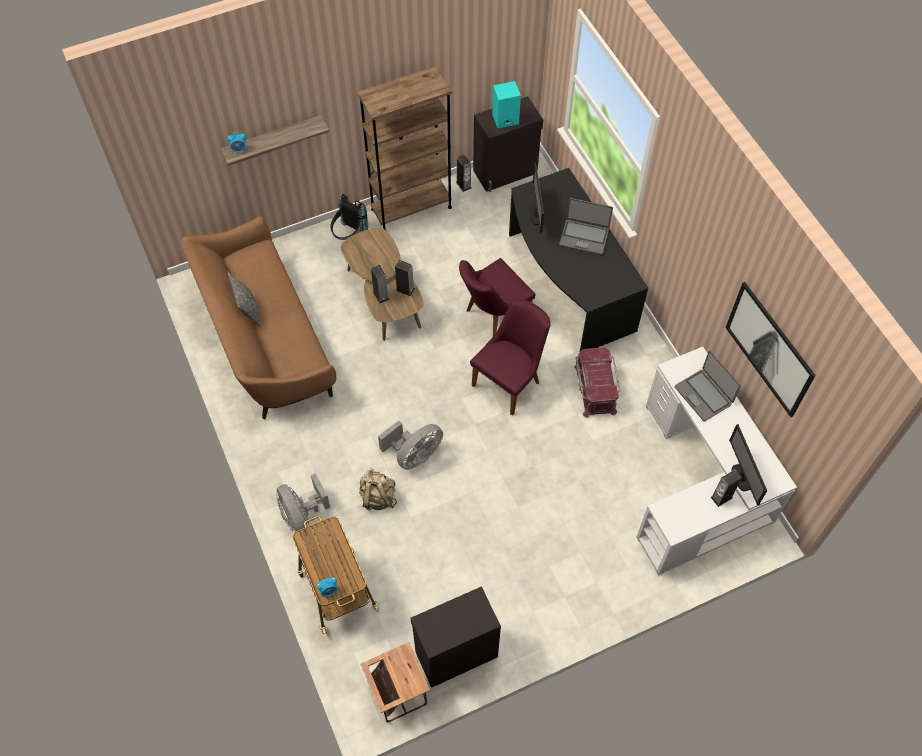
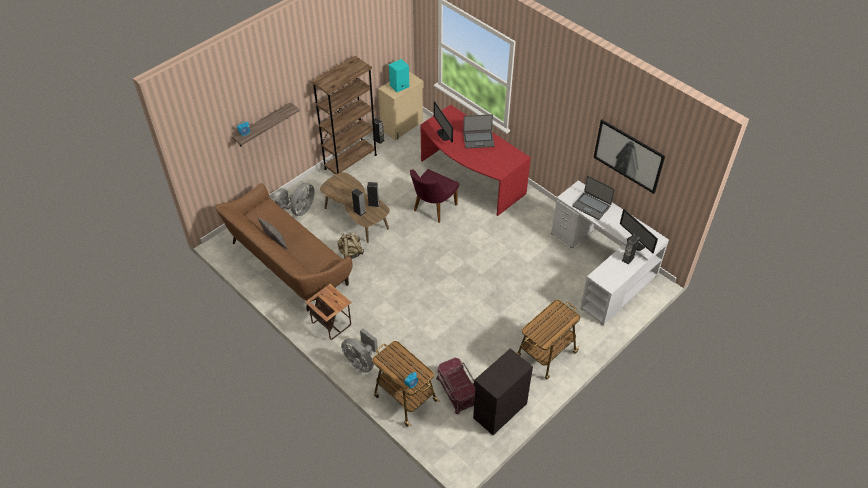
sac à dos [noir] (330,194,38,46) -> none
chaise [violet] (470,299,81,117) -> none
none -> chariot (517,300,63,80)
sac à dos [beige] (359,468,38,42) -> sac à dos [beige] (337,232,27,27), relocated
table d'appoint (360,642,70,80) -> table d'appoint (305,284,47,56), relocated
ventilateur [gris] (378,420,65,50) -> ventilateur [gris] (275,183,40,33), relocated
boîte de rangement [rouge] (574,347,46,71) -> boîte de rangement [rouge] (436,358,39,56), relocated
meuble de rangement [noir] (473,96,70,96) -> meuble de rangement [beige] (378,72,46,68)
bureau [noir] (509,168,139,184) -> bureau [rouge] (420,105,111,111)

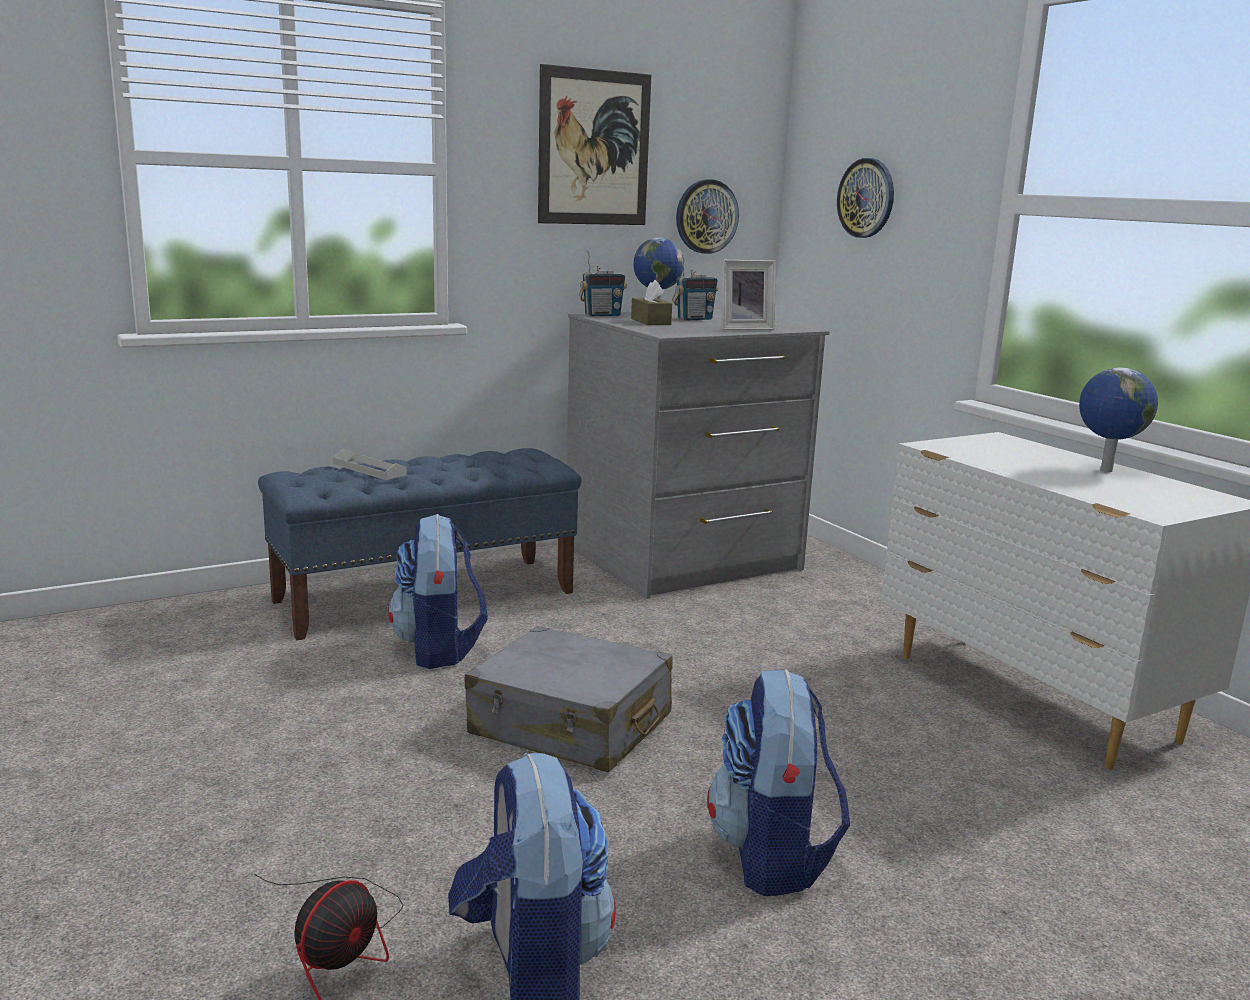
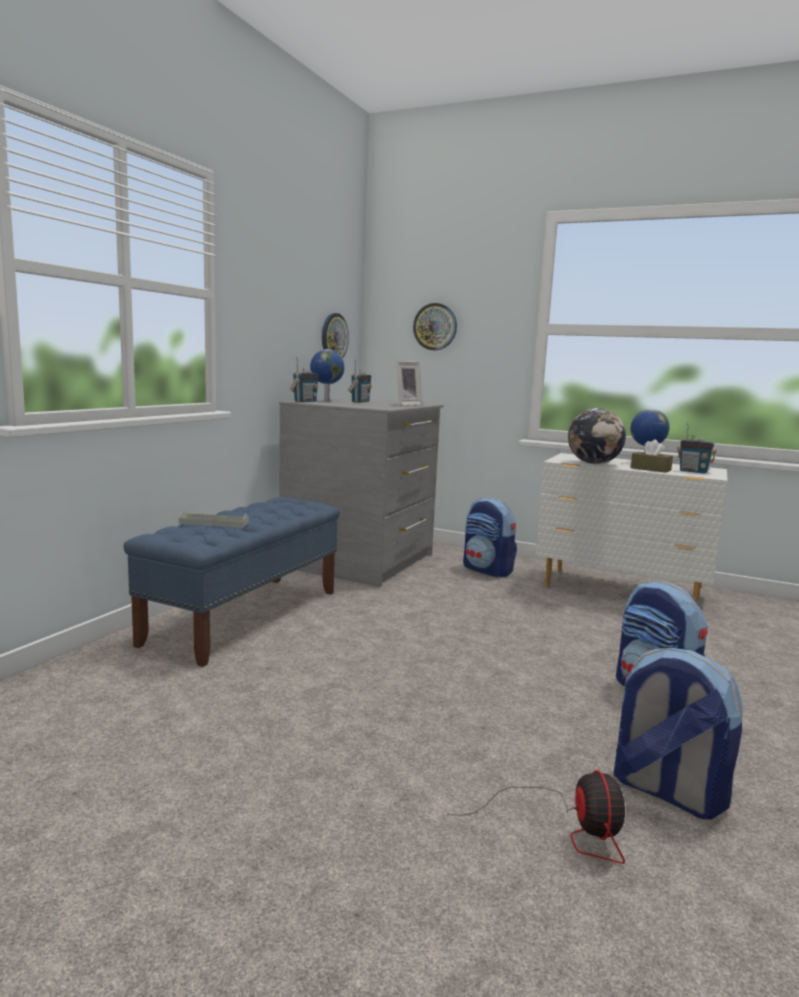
valise [gris] (465,626,208,146) -> none
tableau (538,64,113,161) -> none
none -> globe (568,408,58,56)
none -> radio (677,423,39,51)
sac à dos (388,514,100,155) -> sac à dos (463,498,54,79), relocated
boîte à mouchoirs [marron] (631,280,41,45) -> boîte à mouchoirs [marron] (631,439,42,34), relocated

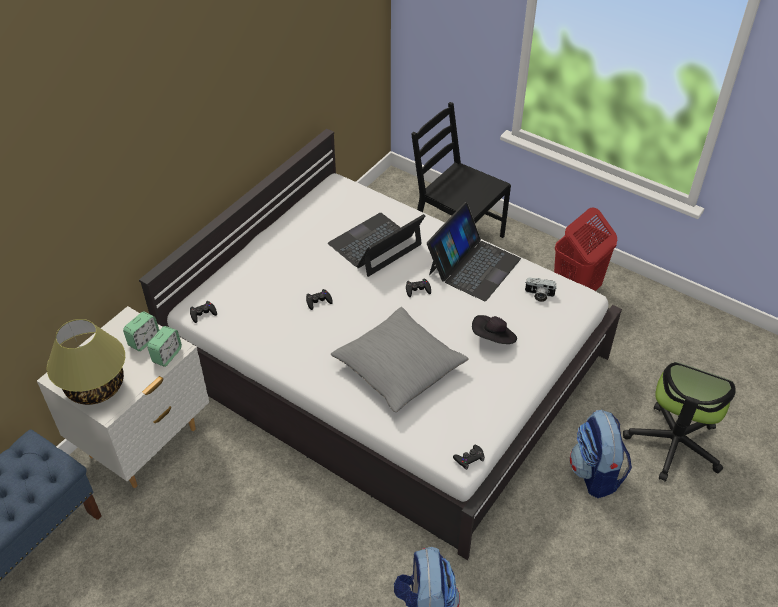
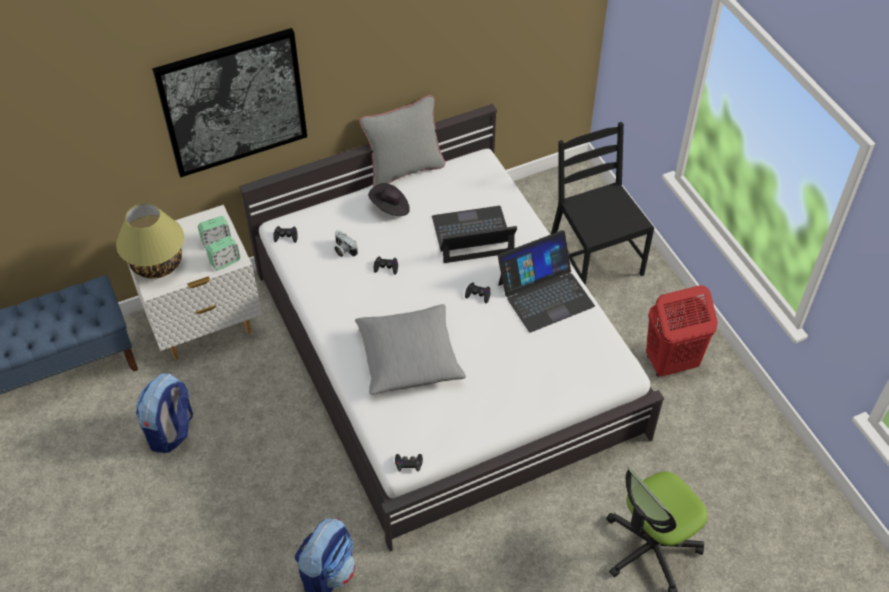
none -> tableau (152,28,155,149)
none -> coussin [gris] (359,95,86,92)
chapeau [noir] (472,315,45,29) -> chapeau [noir] (368,183,42,33), relocated
appareil photo (525,277,32,25) -> appareil photo (335,230,23,27), relocated
sac à dos (570,410,62,88) -> sac à dos (136,373,57,80), relocated

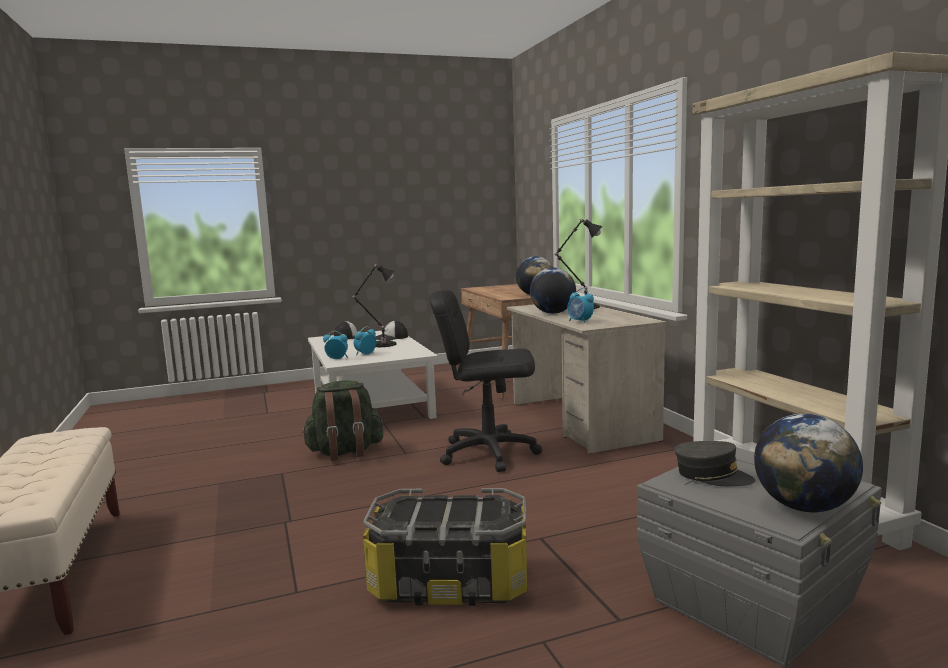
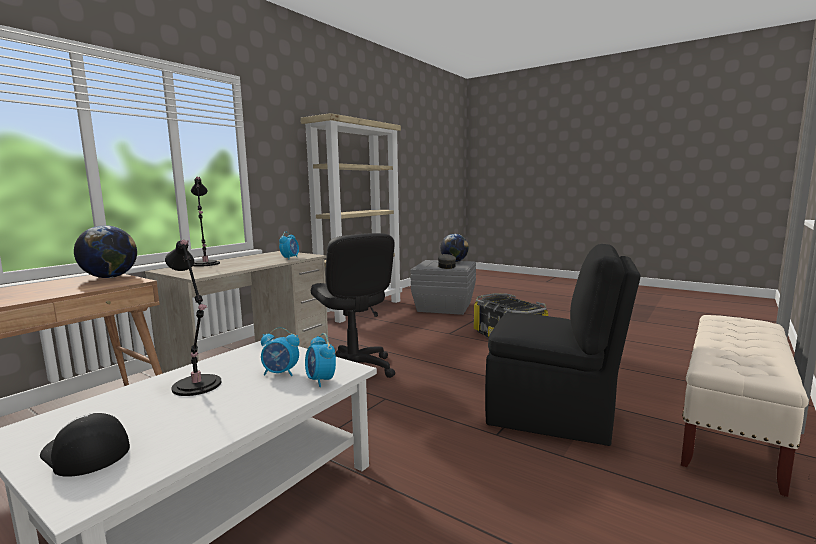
sac à dos [vert] (301,380,82,81) -> none
casquette (375,321,33,20) -> none
globe (530,267,46,47) -> none
none -> chaise [noir] (485,244,156,202)

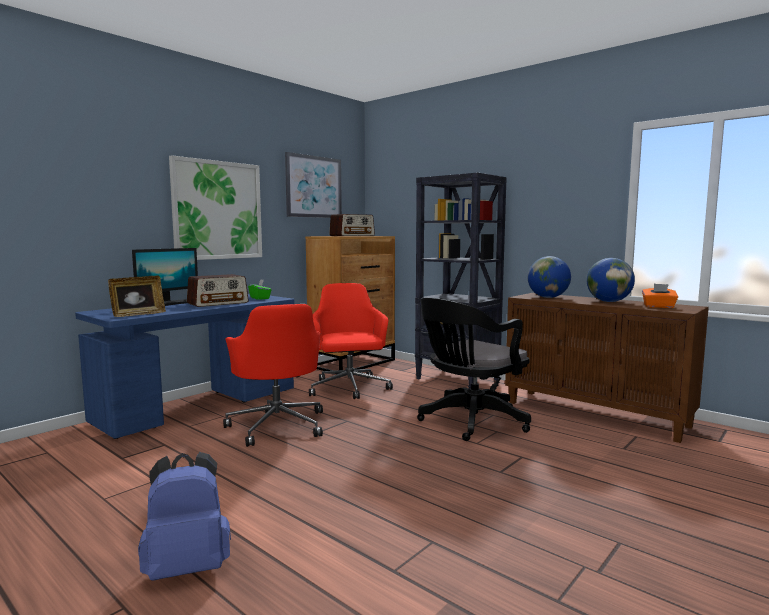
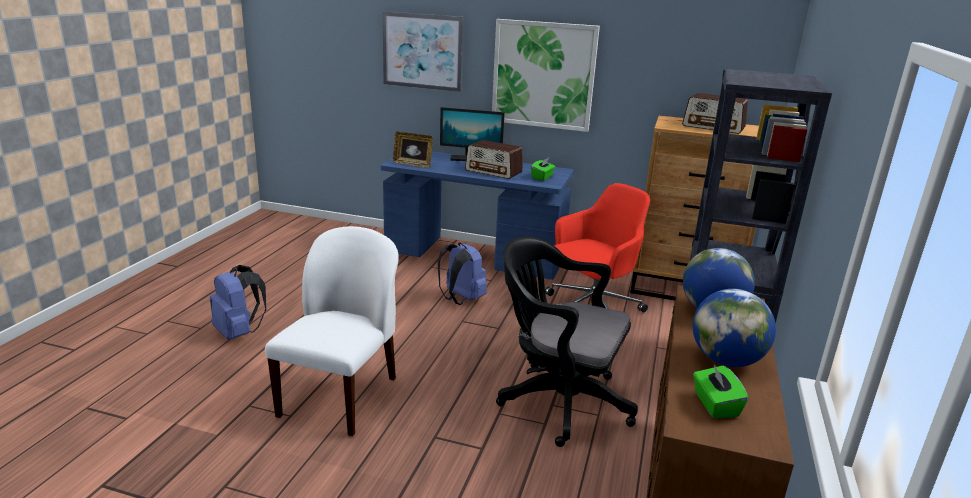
none -> chaise [blanc] (265,226,134,210)
tableau (285,152,57,66) -> tableau (382,11,82,81), relocated
chaise de bureau [rouge] (223,304,100,143) -> sac à dos [bleu] (438,243,49,62)
boîte à mouchoirs [orange] (642,284,36,24) -> boîte à mouchoirs [vert] (693,365,55,53)

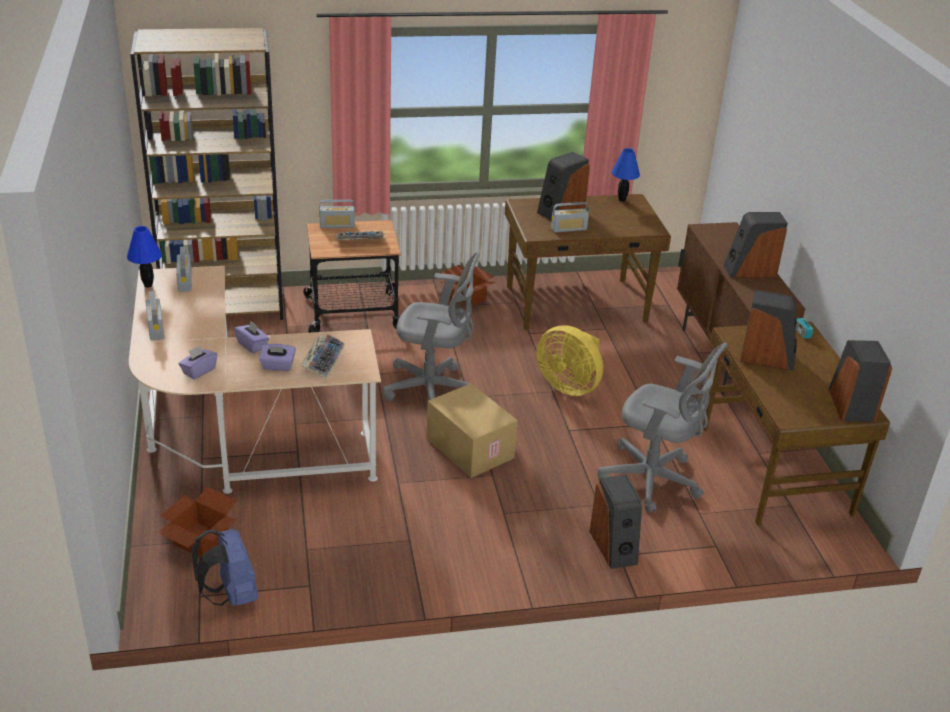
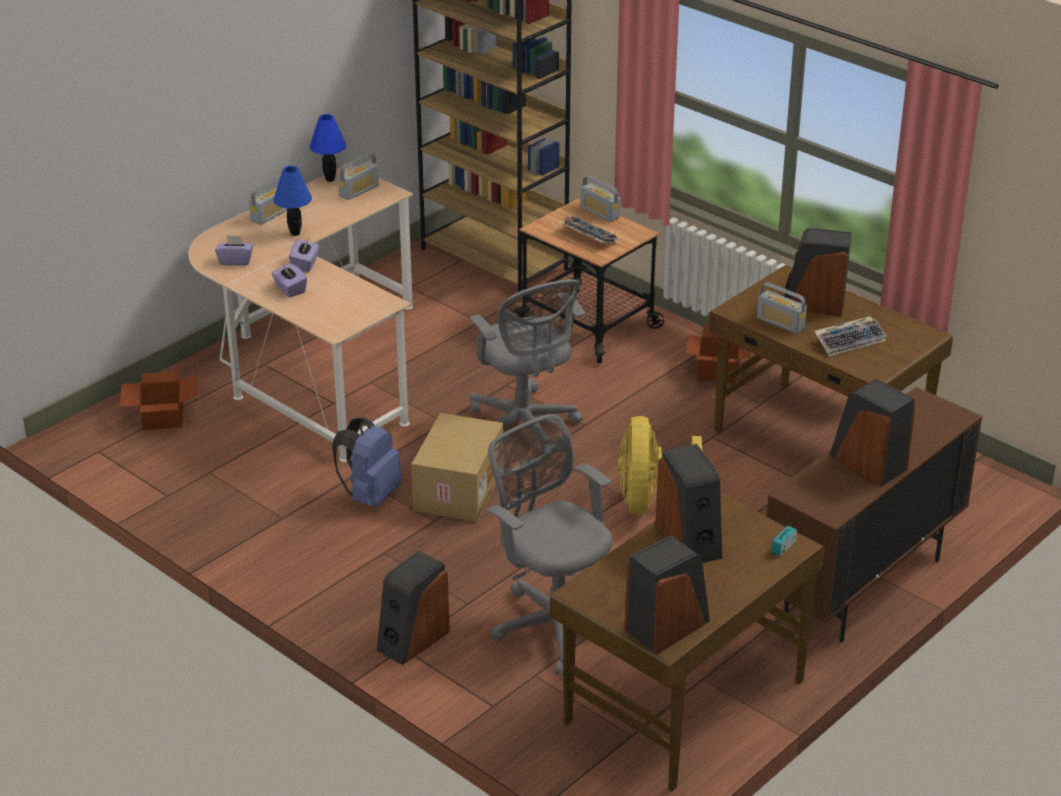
sac à dos [bleu] (191,529,67,77) -> sac à dos [bleu] (332,417,70,90), relocated
clavier (301,334,44,45) -> clavier (814,316,73,40), relocated
lampe de table [bleu] (611,148,29,54) -> lampe de table [bleu] (273,166,39,70), relocated
chaise de bureau [gris] (598,342,130,171) -> chaise de bureau [gris] (486,414,127,262), 150 degrees clockwise

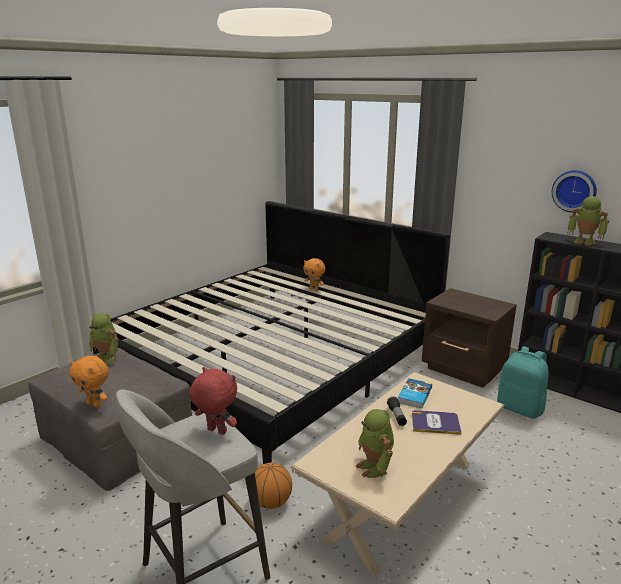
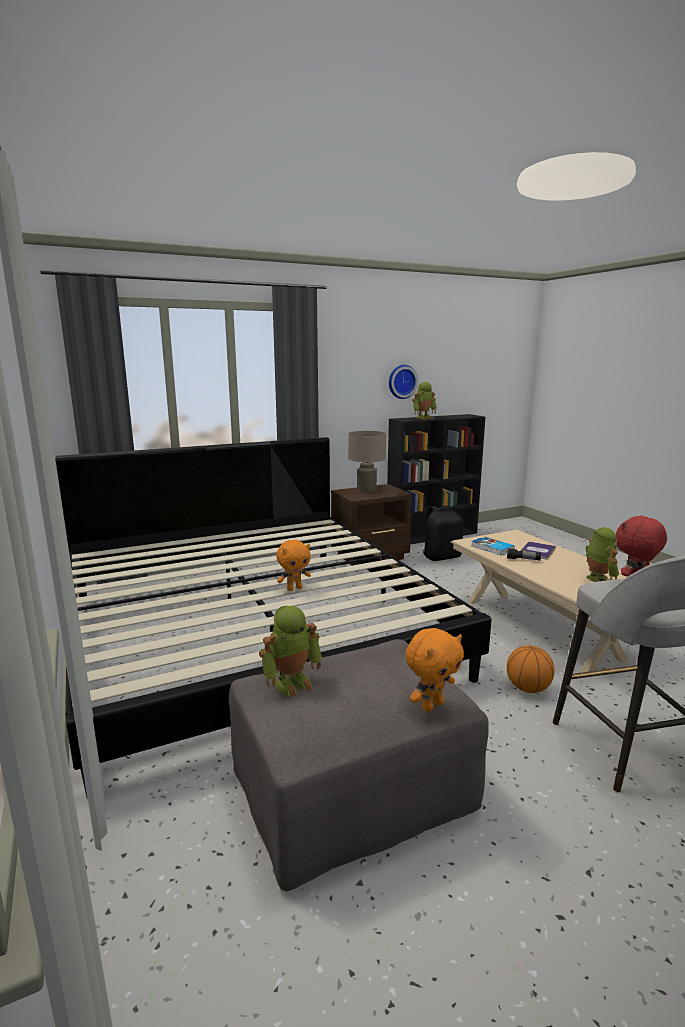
none -> lampe de table [beige] (348,431,38,61)
peluche [orange] (303,258,22,33) -> peluche [orange] (276,540,35,51), relocated
sac à dos [turquoise] (497,346,52,73) -> sac à dos [noir] (423,505,40,56)
robot jouet (356,409,38,69) -> robot jouet (586,527,33,55), 105 degrees counterclockwise

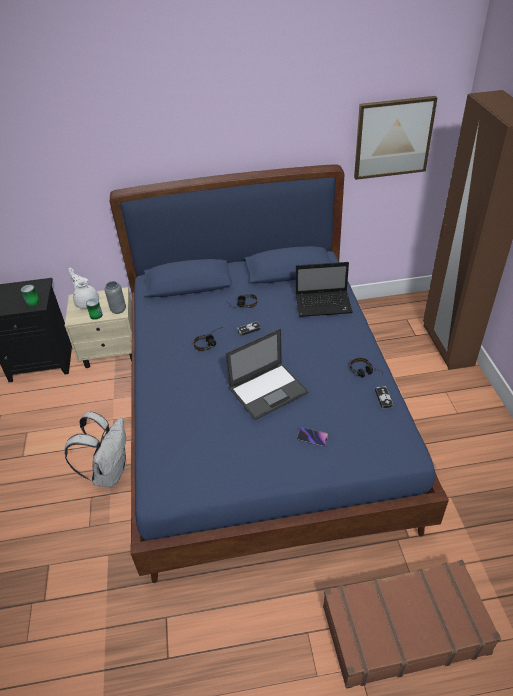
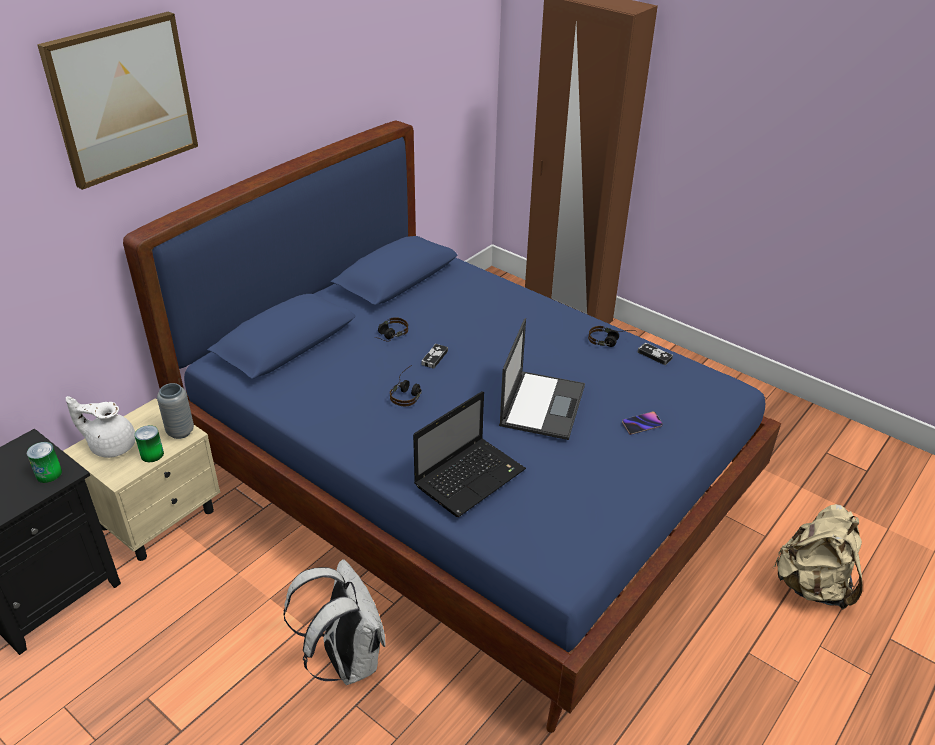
ordinateur portable (295,262,58,55) -> ordinateur portable (413,391,113,126), relocated
tableau (354,96,83,84) -> tableau (37,12,161,178), relocated
valise [marron] (323,560,178,129) -> sac à dos [beige] (773,504,89,106)

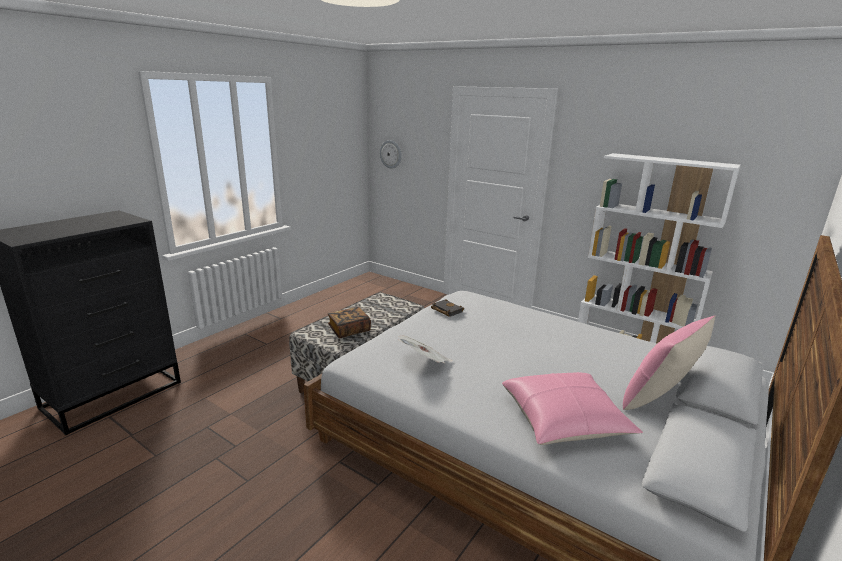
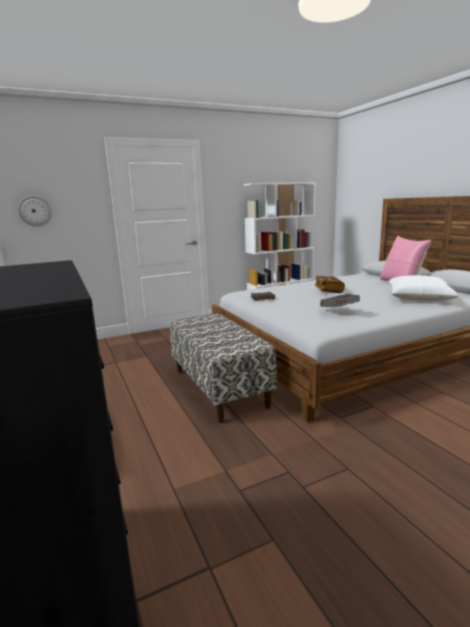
livre (328,307,43,31) -> livre (315,276,30,17), relocated
coussin [rose] (502,372,141,73) -> coussin [blanc] (389,275,69,26)

